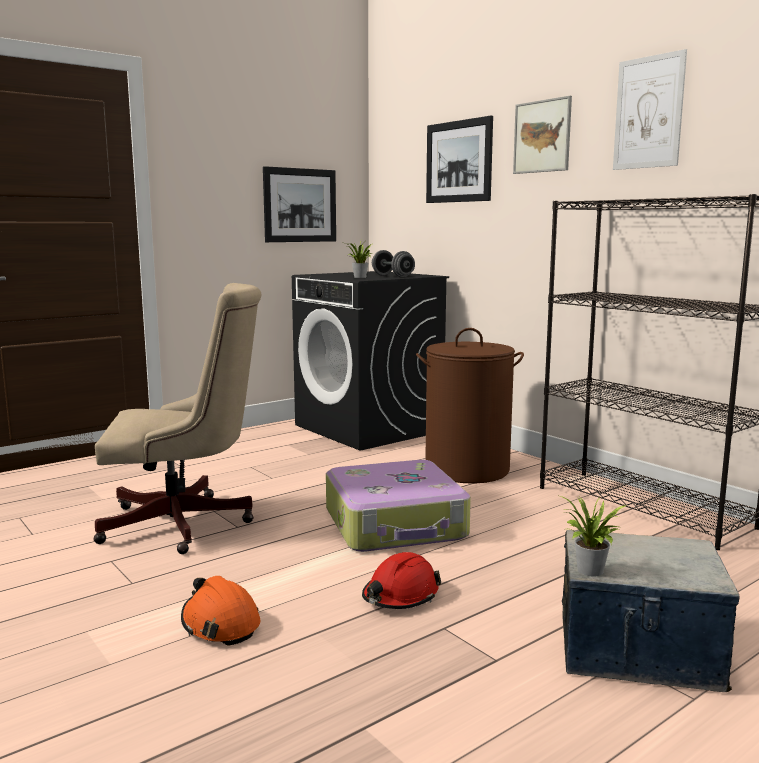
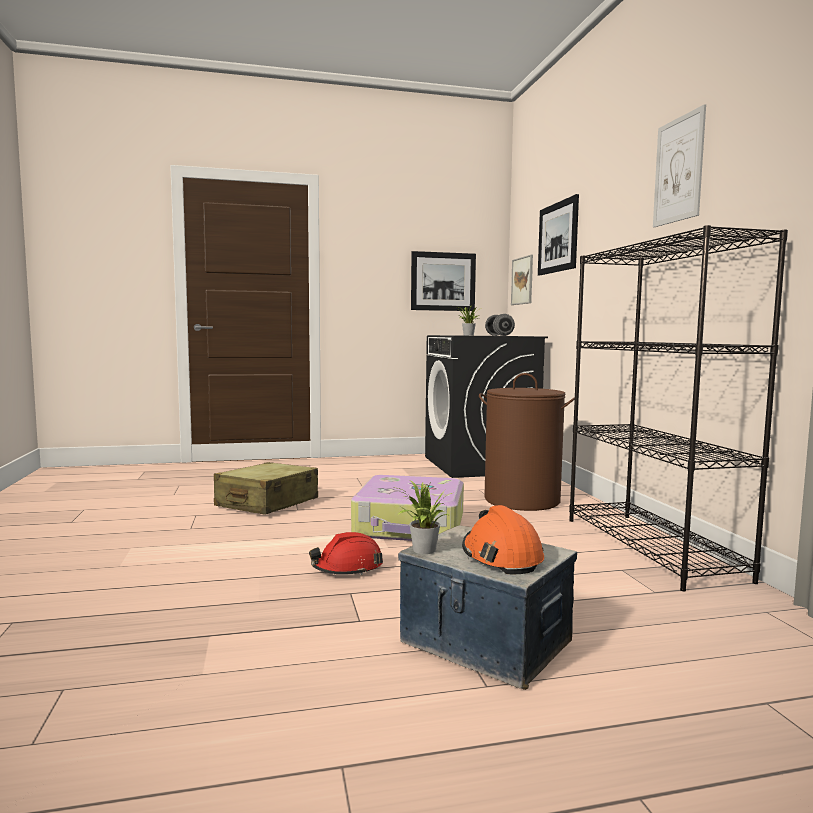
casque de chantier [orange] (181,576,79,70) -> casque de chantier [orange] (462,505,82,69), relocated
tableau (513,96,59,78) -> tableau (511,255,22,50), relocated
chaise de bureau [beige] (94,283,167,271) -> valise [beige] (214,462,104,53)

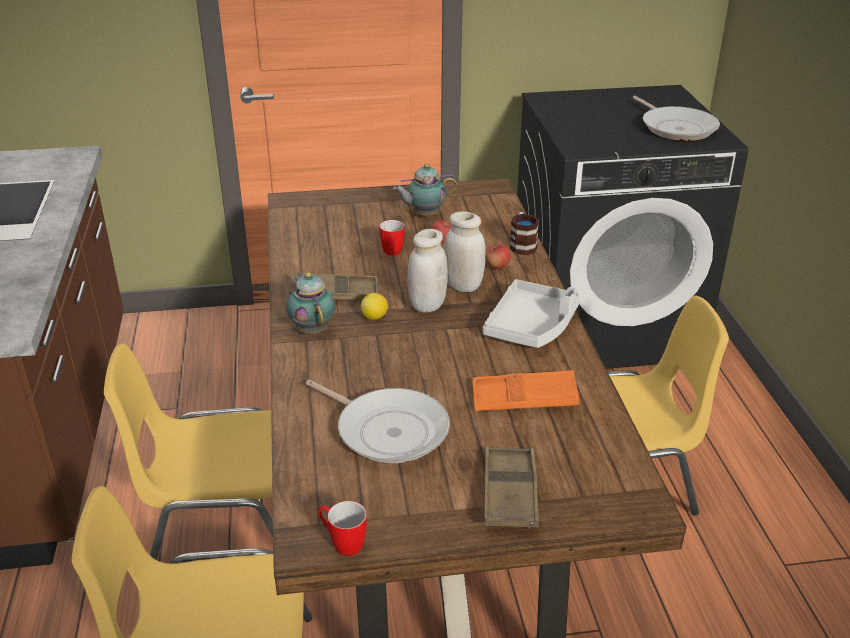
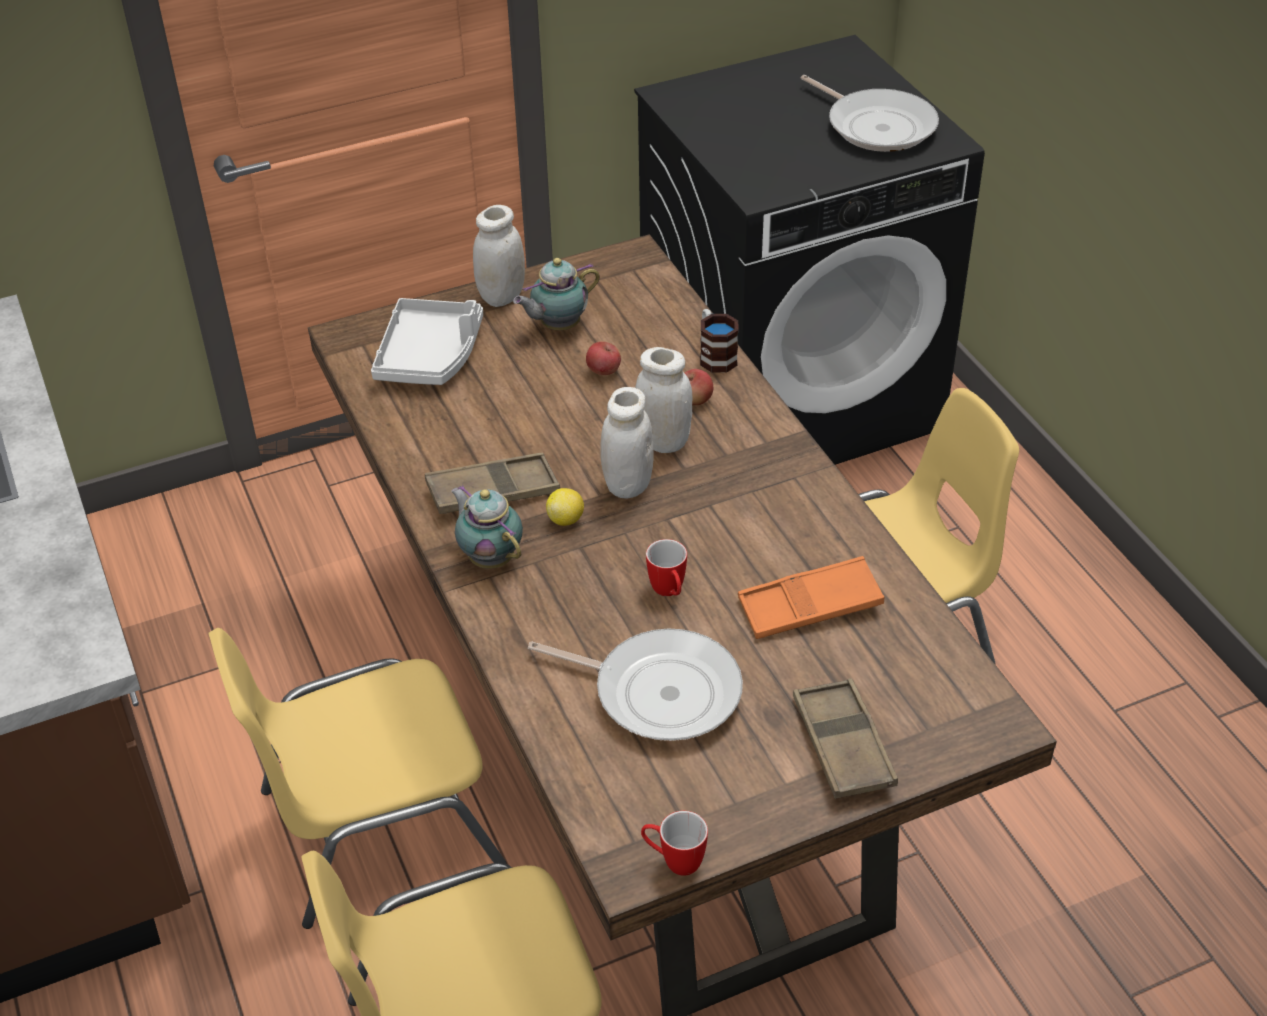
none -> bocal [blanc] (473,205,52,102)
mug (379,220,26,36) -> mug (646,539,41,57), relocated
plateau [gris] (483,279,98,69) -> plateau [gris] (371,298,112,87), relocated

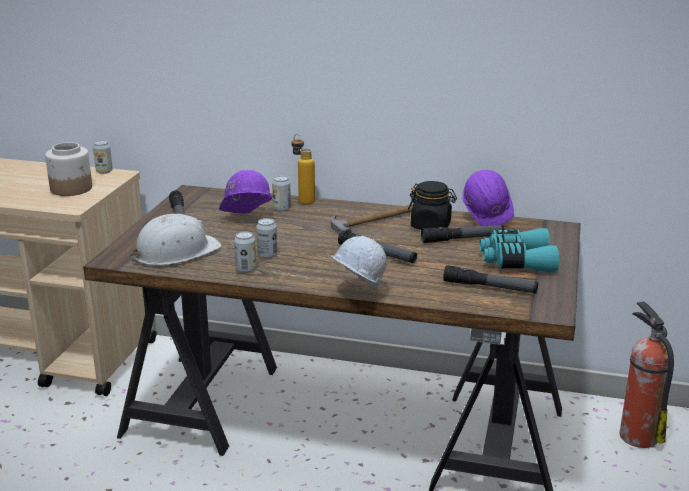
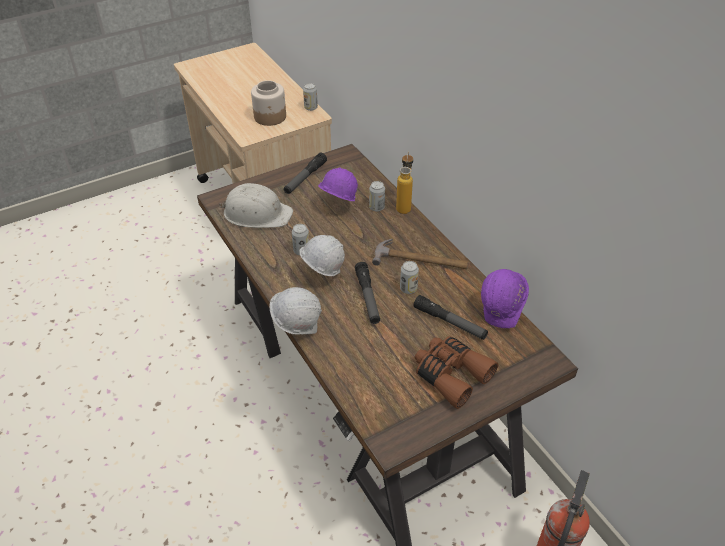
bocal [noir] (408,181,49,49) -> none
lampe de poche (443,265,95,29) -> none
none -> casque de chantier [blanc] (299,235,46,41)
boîte métallique (234,231,22,42) -> boîte métallique (400,261,19,33), relocated
jumelles [turquoise] (479,228,80,45) -> jumelles [marron] (415,336,83,73)

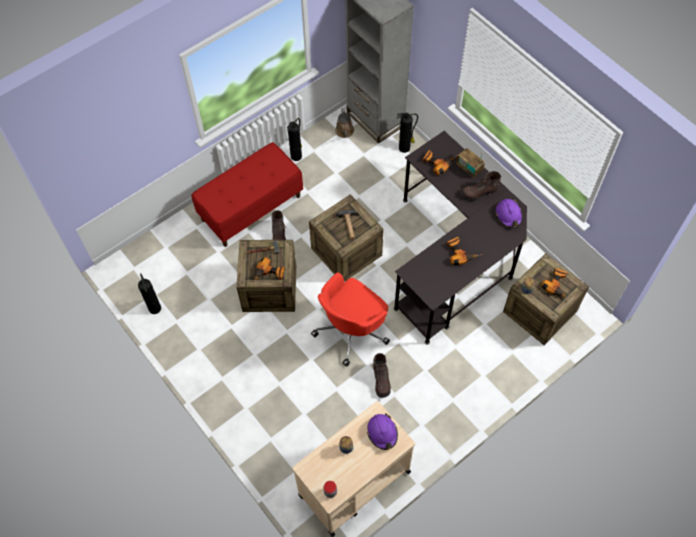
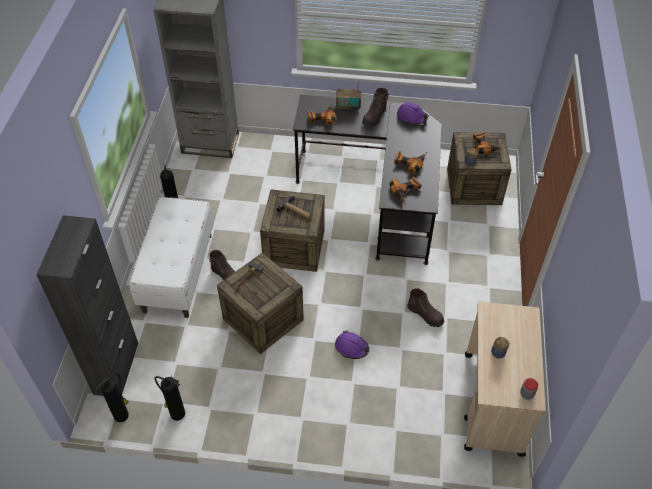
chaise de bureau [rouge] (311,272,79,95) -> none
arrosoir [marron] (335,108,19,30) -> none
none -> meuble de rangement [noir] (36,215,103,181)
perceuse (252,257,33,27) -> perceuse (389,176,32,29), relocated
casque de chantier [violet] (367,414,31,36) -> casque de chantier [violet] (335,331,35,28), relocated
extincteur (397,112,21,41) -> extincteur (96,372,33,50), relocated
banc [rouge] (191,142,112,105) -> banc [blanc] (129,197,84,121)

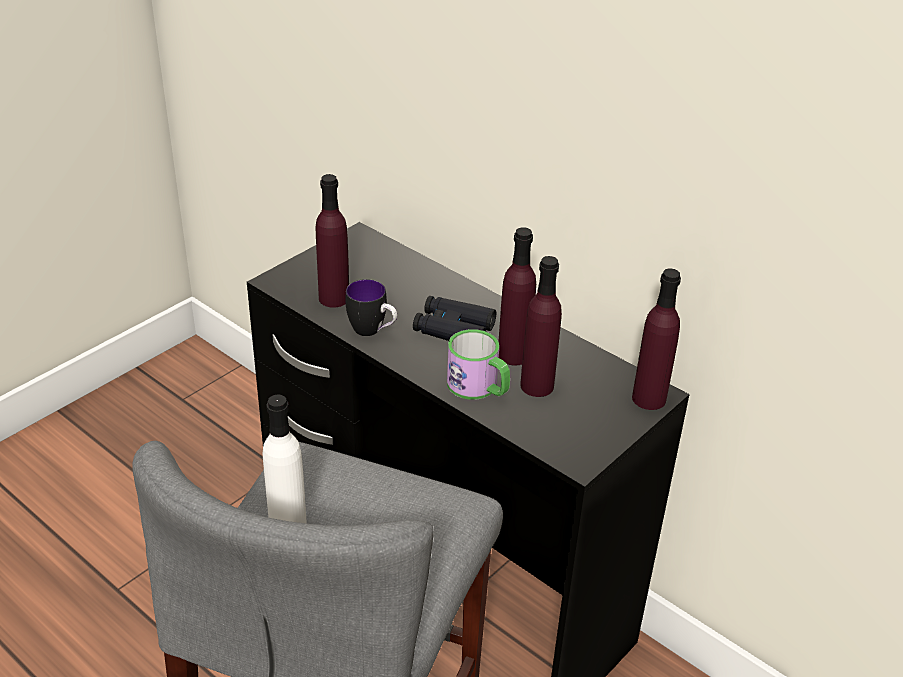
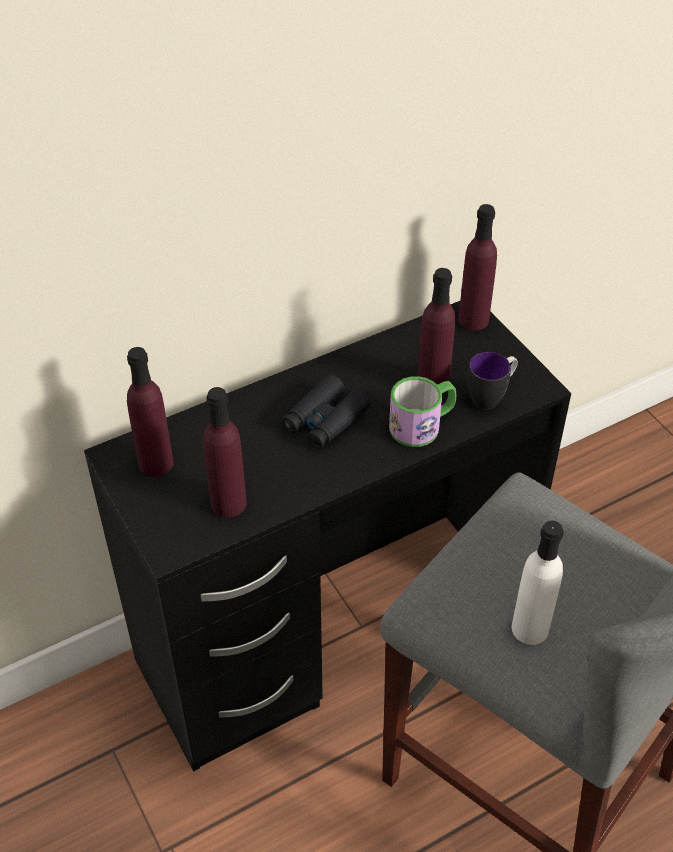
mug (346,279,51,57) -> mug (467,352,51,57), relocated
bouteille [violet] (498,227,38,138) -> bouteille [violet] (127,347,46,130), relocated

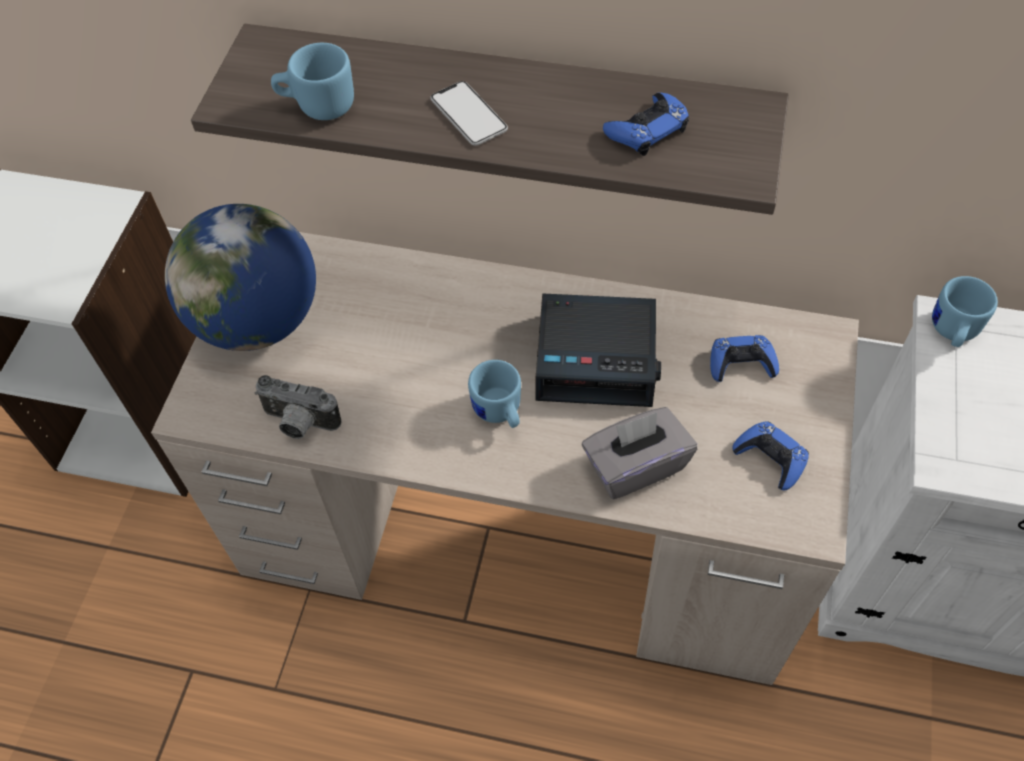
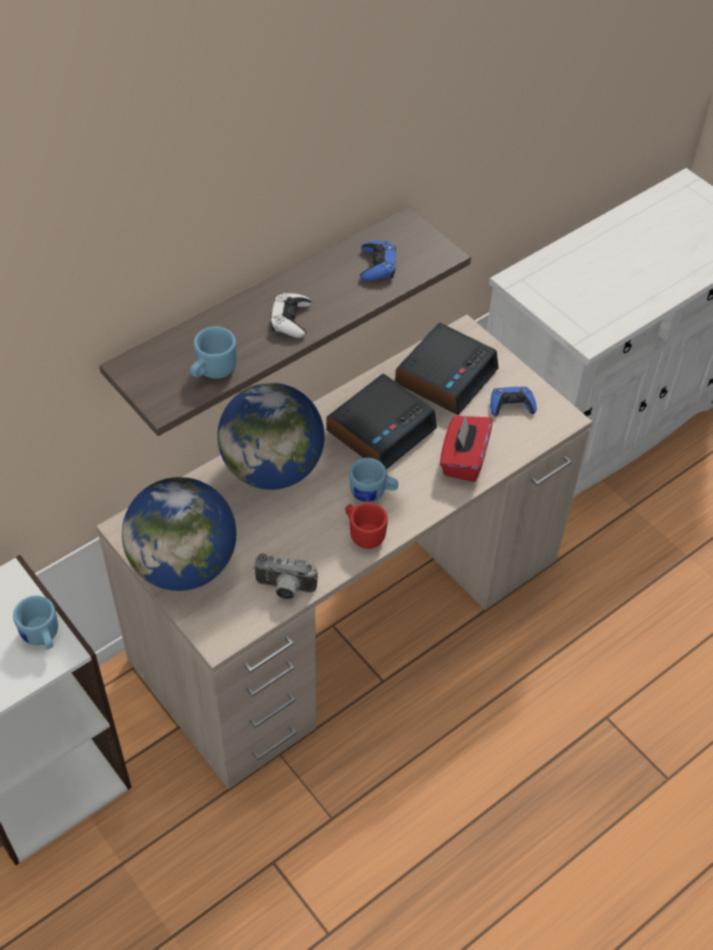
none -> globe (217,383,108,107)
none -> mug [rouge] (345,502,43,47)
mug [bleu] (932,276,66,71) -> mug [bleu] (13,596,45,53), relocated
téléphone (430,81,78,65) -> manette [blanc] (270,293,41,45)
manette [bleu] (710,335,69,47) -> réveil (395,323,103,92)
boîte à mouchoirs [gris] (582,407,115,92) -> boîte à mouchoirs [rouge] (440,415,53,67)
appareil photo (255,375,86,64) -> appareil photo (253,553,65,47), 45 degrees clockwise

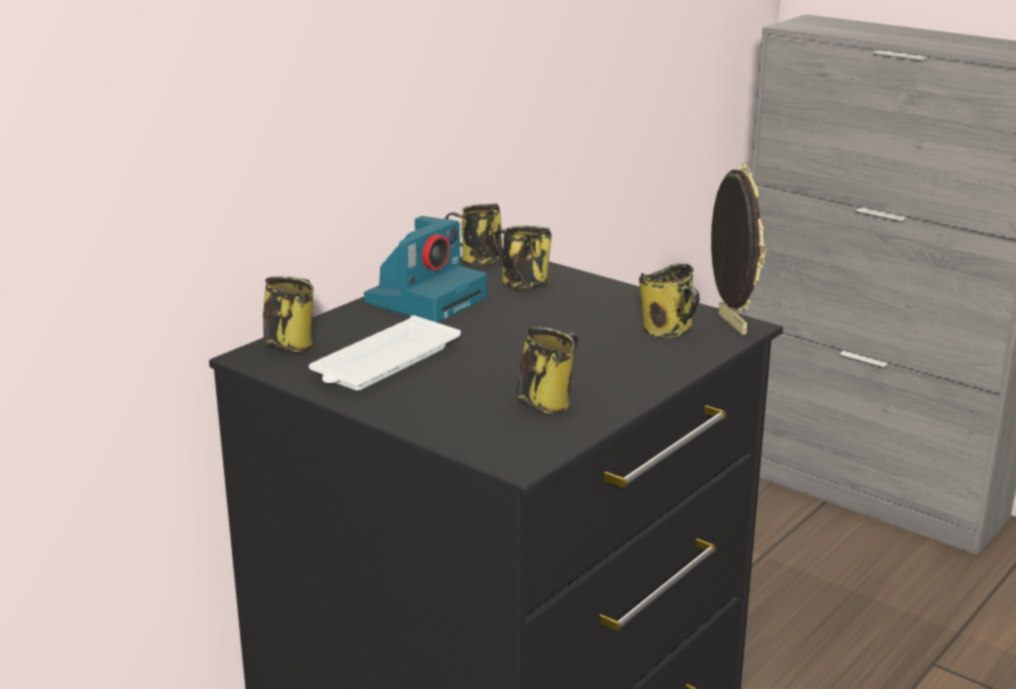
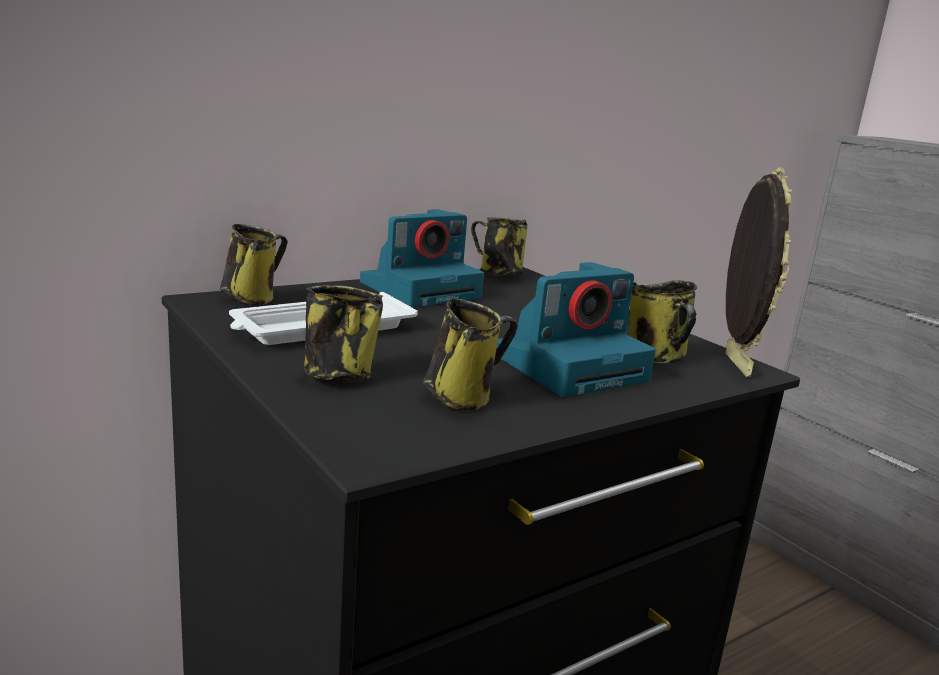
none -> appareil photo (496,262,160,135)
mug (495,226,57,64) -> mug (304,285,79,96), relocated

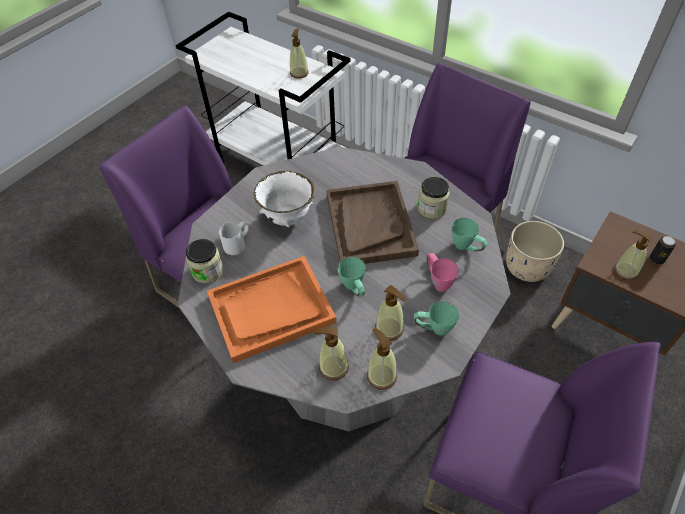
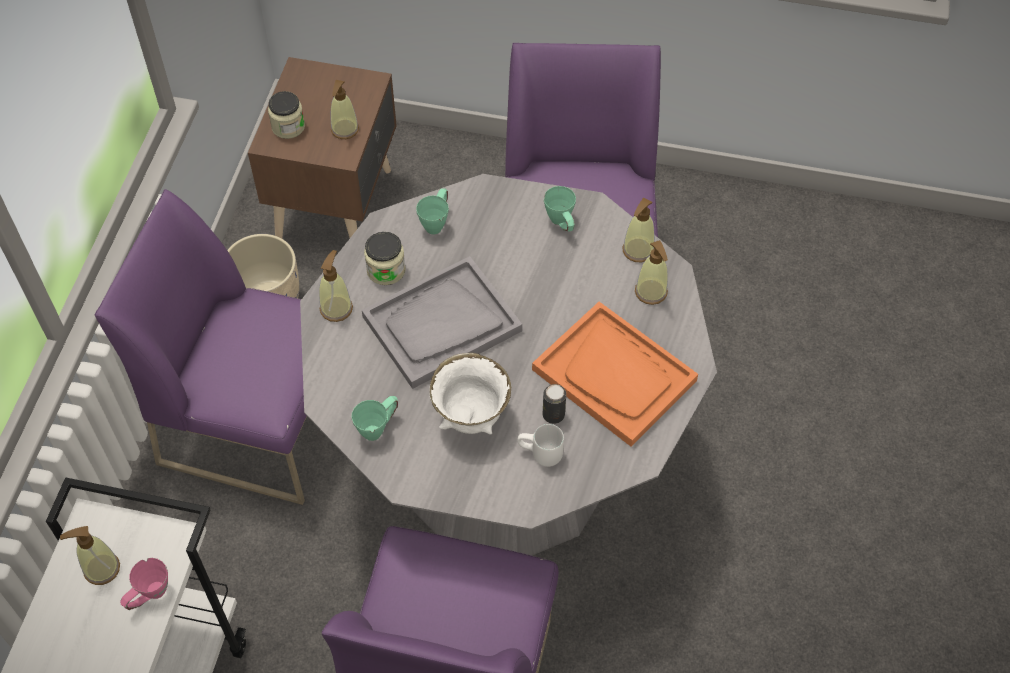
bocal (186,239,38,44) -> bocal (268,91,37,48), relocated
mug [vert] (337,257,29,40) -> mug [vert] (352,396,46,45), relocated
distributeur de savon (375,285,31,56) -> distributeur de savon (319,250,34,72), relocated
mug [rose] (427,253,32,39) -> mug [rose] (120,558,48,52), relocated
boîte métallique (649,236,27,29) -> boîte métallique (543,384,23,40), relocated
plateau [marron] (326,181,93,83) -> plateau [gris] (362,256,160,133)

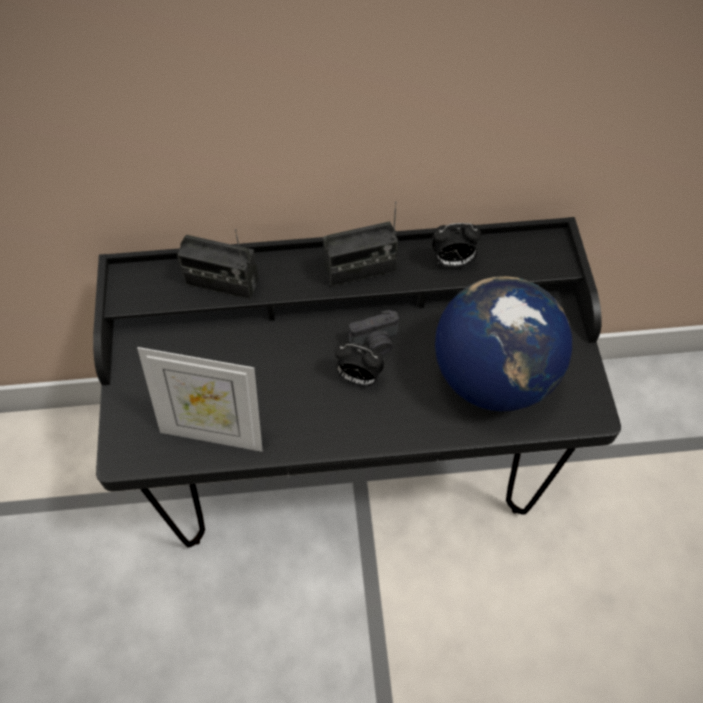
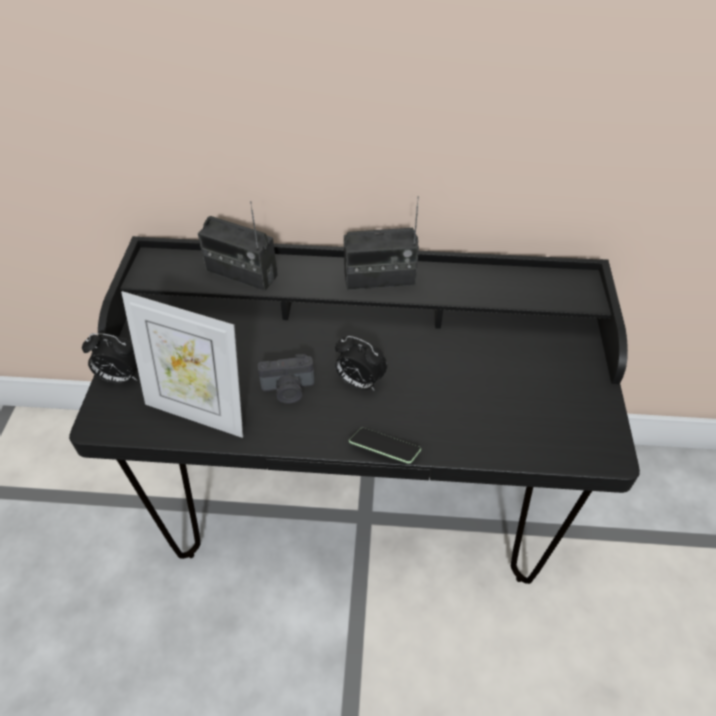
globe (435,276,137,135) -> none
none -> téléphone (349,428,72,36)
appareil photo (349,310,50,45) -> appareil photo (258,354,57,50), relocated
réveil (432,223,49,44) -> réveil (82,333,56,50), relocated

